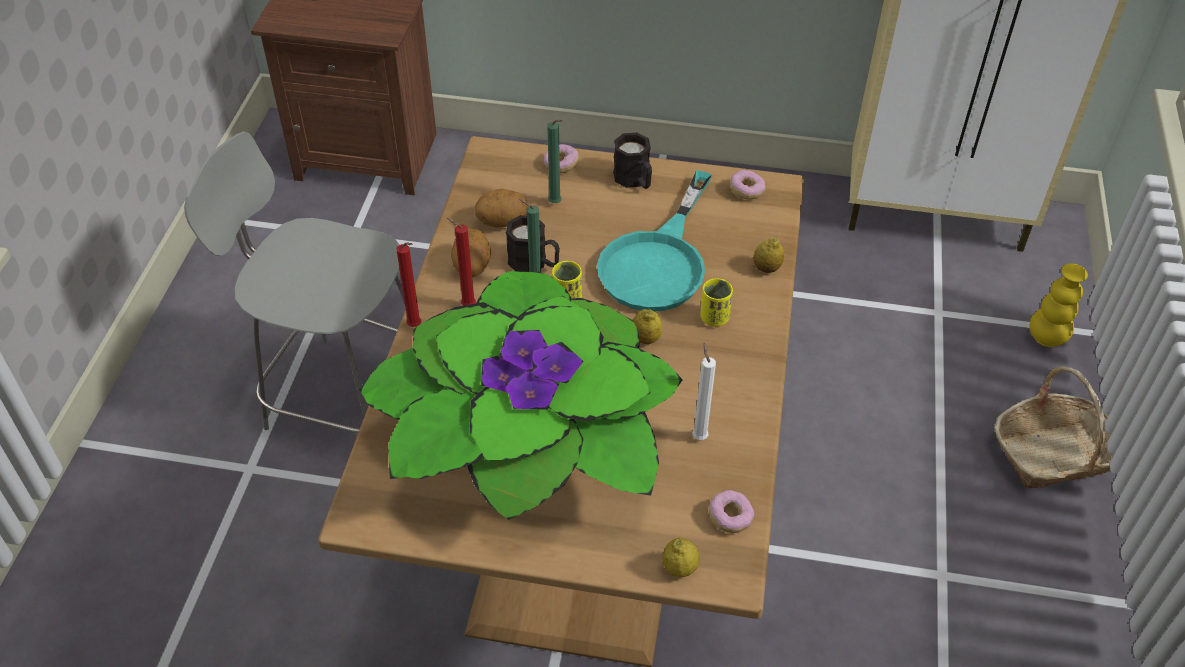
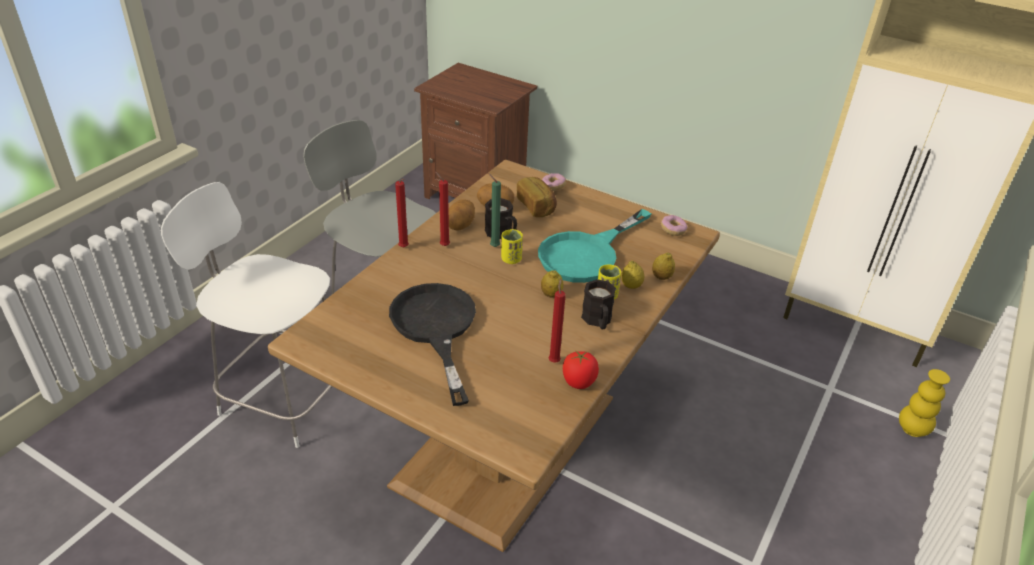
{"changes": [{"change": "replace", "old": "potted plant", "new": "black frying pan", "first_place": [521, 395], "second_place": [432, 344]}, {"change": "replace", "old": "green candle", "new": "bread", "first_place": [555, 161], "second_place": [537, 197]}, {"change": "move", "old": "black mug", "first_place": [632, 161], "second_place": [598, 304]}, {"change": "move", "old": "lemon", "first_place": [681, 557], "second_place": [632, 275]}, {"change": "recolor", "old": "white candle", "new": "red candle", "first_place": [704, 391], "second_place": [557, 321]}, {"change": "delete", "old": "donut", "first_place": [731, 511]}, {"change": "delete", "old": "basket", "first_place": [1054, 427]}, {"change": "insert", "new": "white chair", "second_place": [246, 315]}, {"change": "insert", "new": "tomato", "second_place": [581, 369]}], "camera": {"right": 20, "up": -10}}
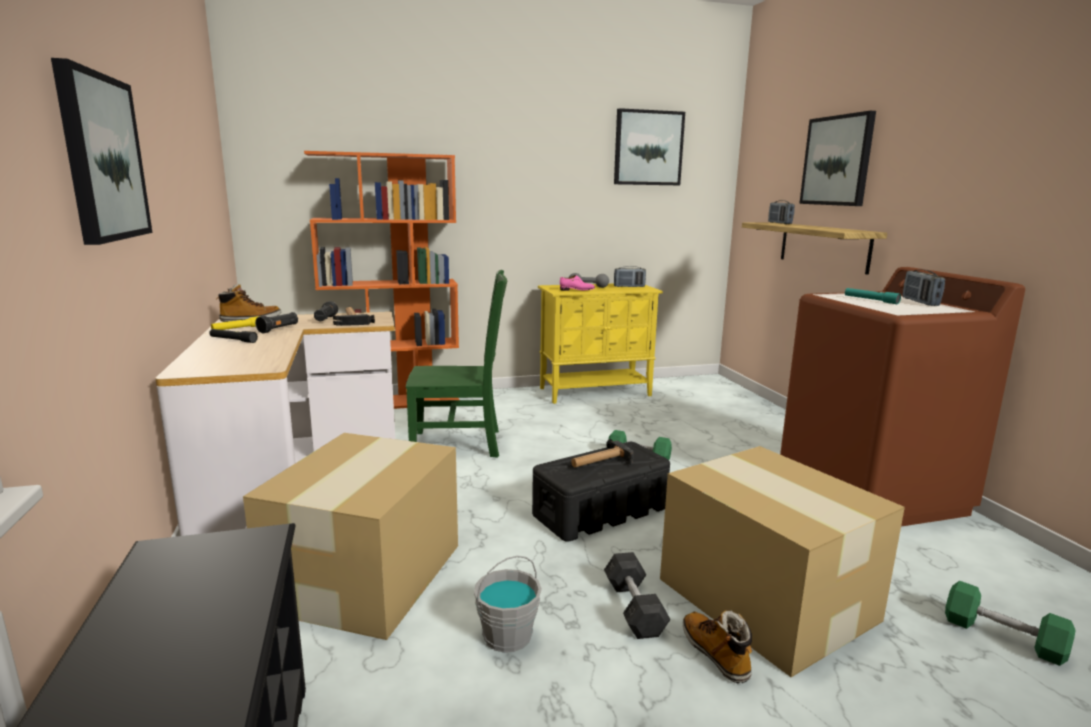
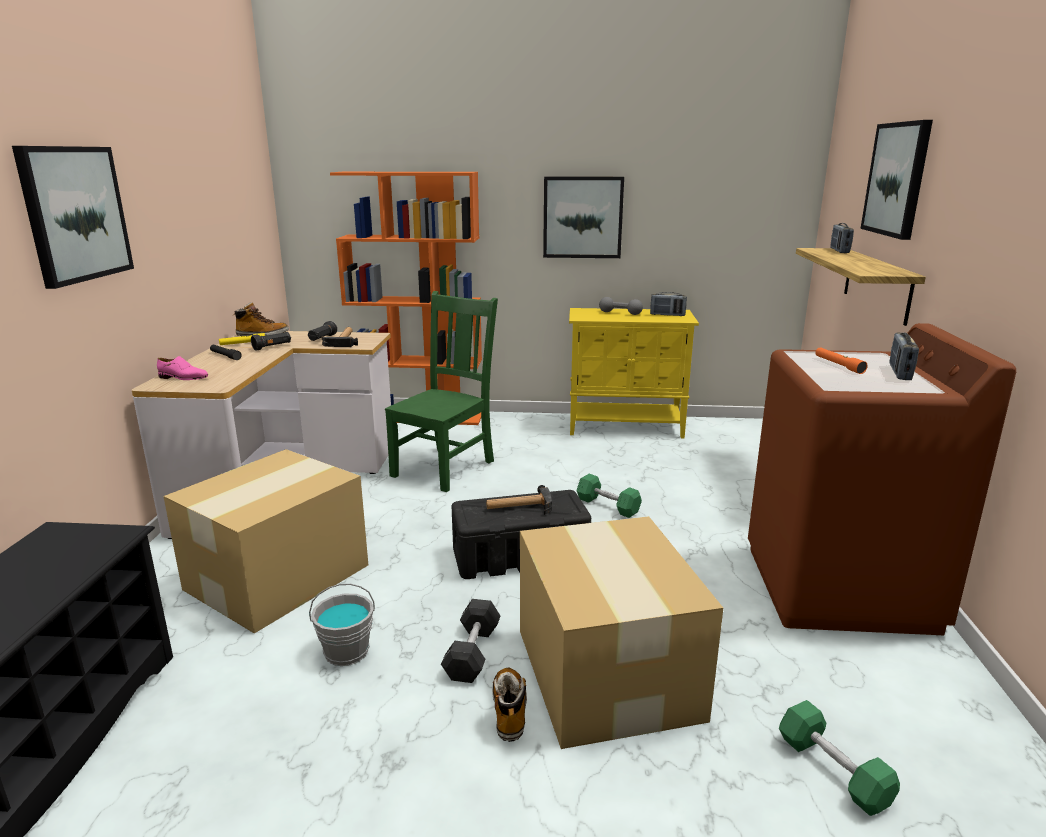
{"changes": [{"change": "rotate", "old": "green chair", "first_place": [456, 364], "second_place": [441, 391], "degrees": -75}, {"change": "move", "old": "pink shoe", "first_place": [577, 283], "second_place": [182, 368]}, {"change": "move", "old": "picture", "first_place": [649, 146], "second_place": [583, 217]}, {"change": "recolor", "old": "turquoise flashlight", "new": "orange flashlight", "first_place": [873, 296], "second_place": [841, 360]}], "camera": {"right": 20, "up": 5}}
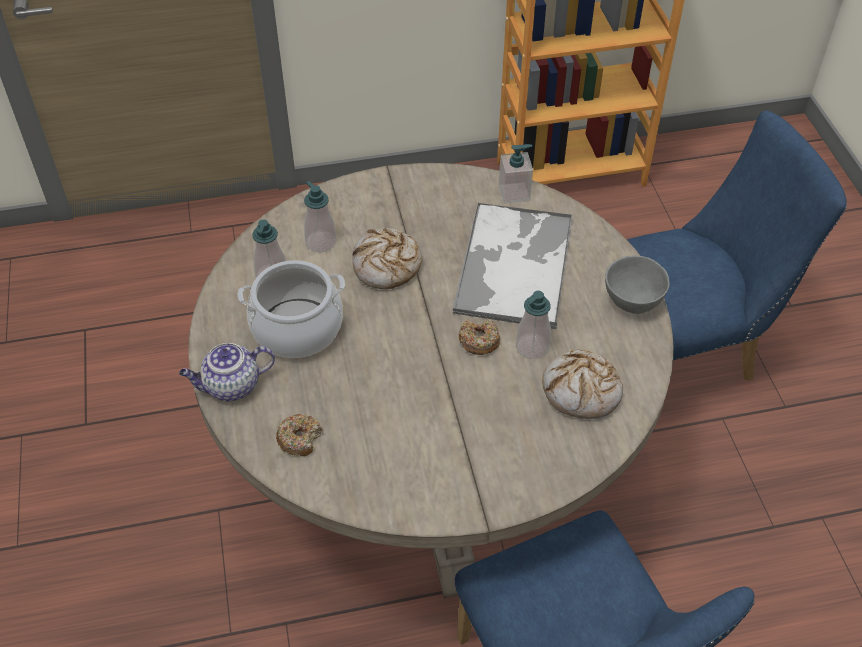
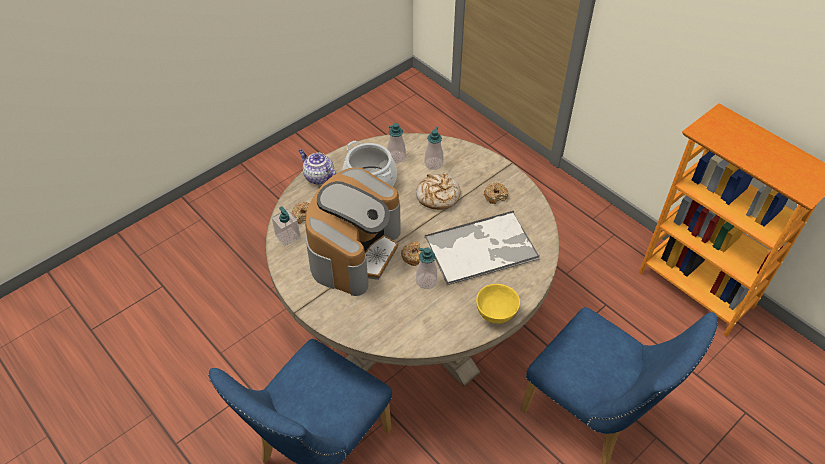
{"changes": [{"change": "move", "old": "soap dispenser", "first_place": [516, 173], "second_place": [286, 226]}, {"change": "delete", "old": "bread", "first_place": [582, 384]}, {"change": "recolor", "old": "grey bowl", "new": "yellow bowl", "first_place": [637, 285], "second_place": [498, 304]}, {"change": "insert", "new": "coffee machine", "second_place": [353, 231]}, {"change": "insert", "new": "donut", "second_place": [496, 193]}], "camera": {"right": 60, "up": 0}}
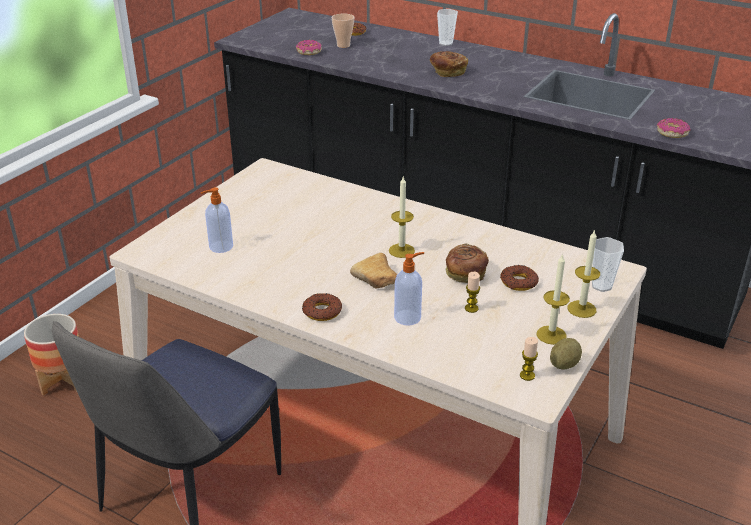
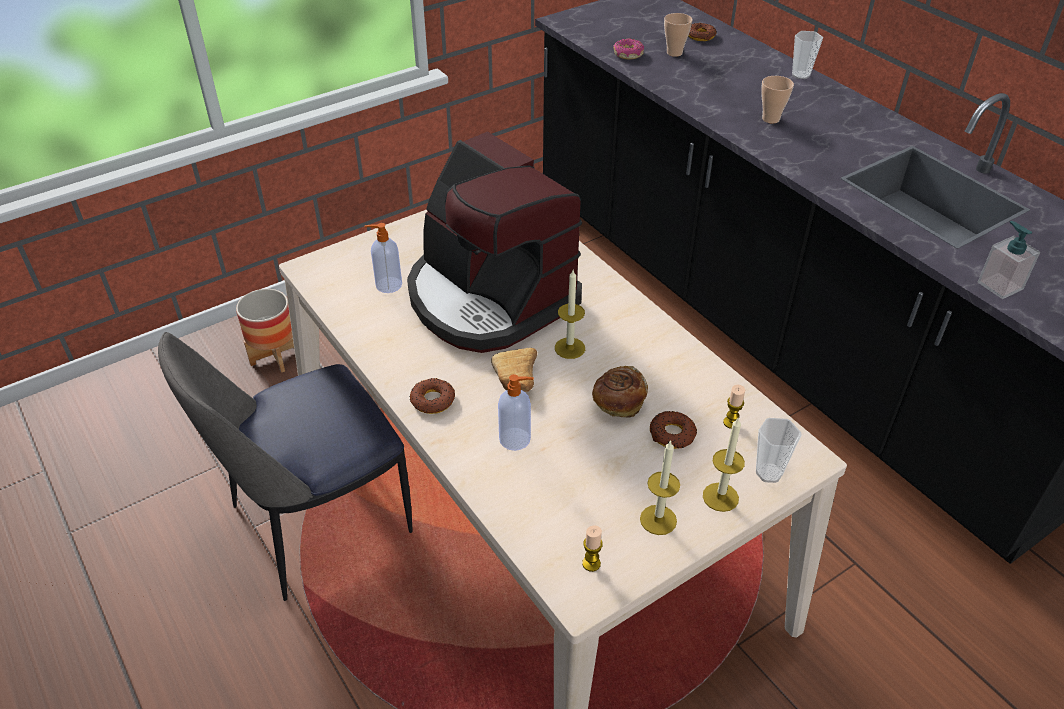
{"changes": [{"change": "replace", "old": "bread", "new": "cup", "first_place": [449, 64], "second_place": [777, 100]}, {"change": "move", "old": "candle", "first_place": [472, 292], "second_place": [734, 407]}, {"change": "delete", "old": "potato", "first_place": [566, 354]}, {"change": "replace", "old": "donut", "new": "soap dispenser", "first_place": [673, 128], "second_place": [1009, 260]}, {"change": "insert", "new": "coffee machine", "second_place": [494, 242]}], "camera": {"right": 25, "up": 10}}
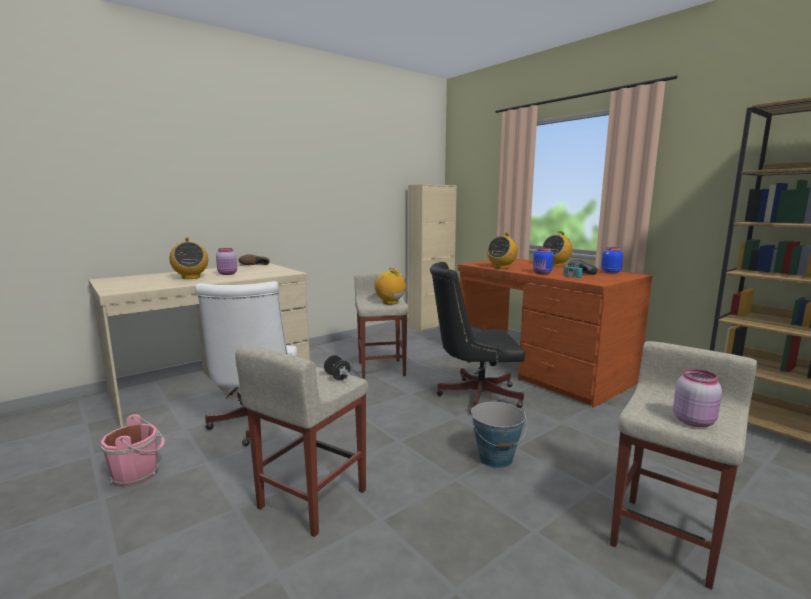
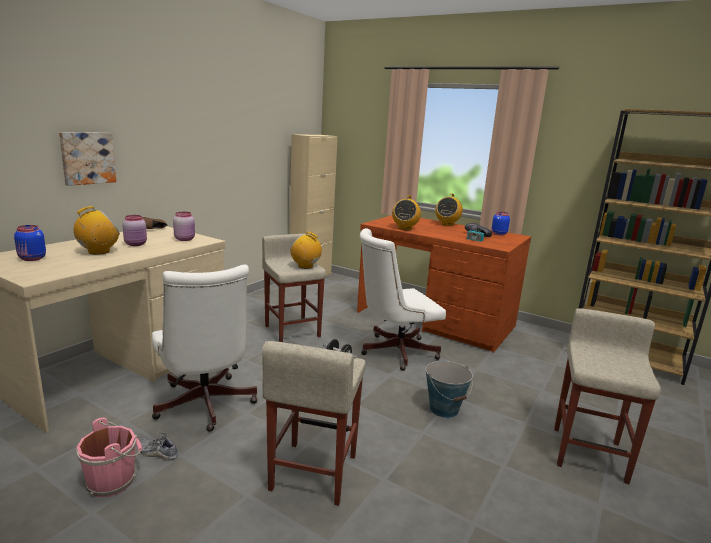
{"changes": [{"change": "rotate", "old": "radio", "first_place": [188, 258], "second_place": [97, 230], "degrees": -90}, {"change": "recolor", "old": "black office chair", "new": "white office chair", "first_place": [477, 338], "second_place": [403, 299]}, {"change": "move", "old": "blue jar", "first_place": [543, 261], "second_place": [30, 243]}, {"change": "move", "old": "pink jar", "first_place": [697, 398], "second_place": [184, 226]}, {"change": "insert", "new": "picture", "second_place": [87, 159]}, {"change": "insert", "new": "shoe", "second_place": [159, 447]}], "camera": {"right": -20, "up": 5}}
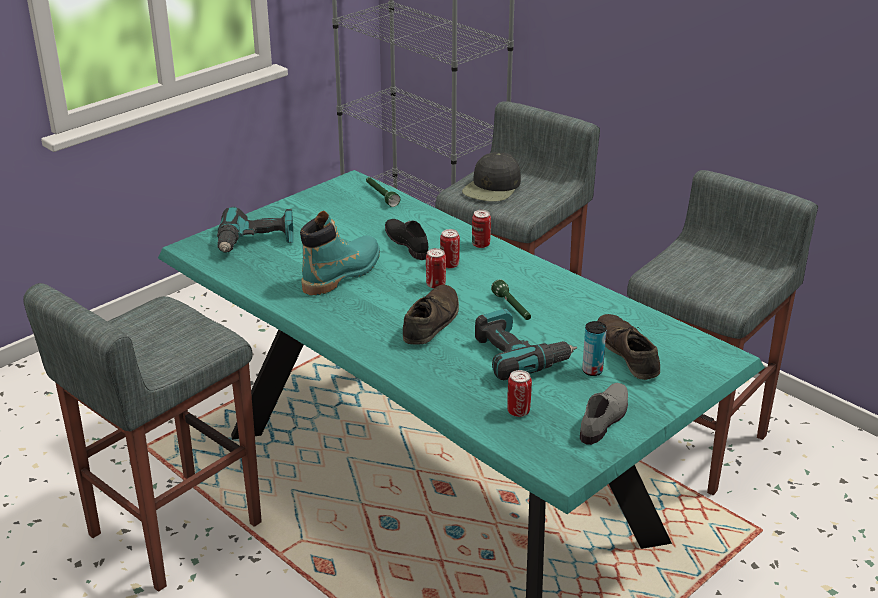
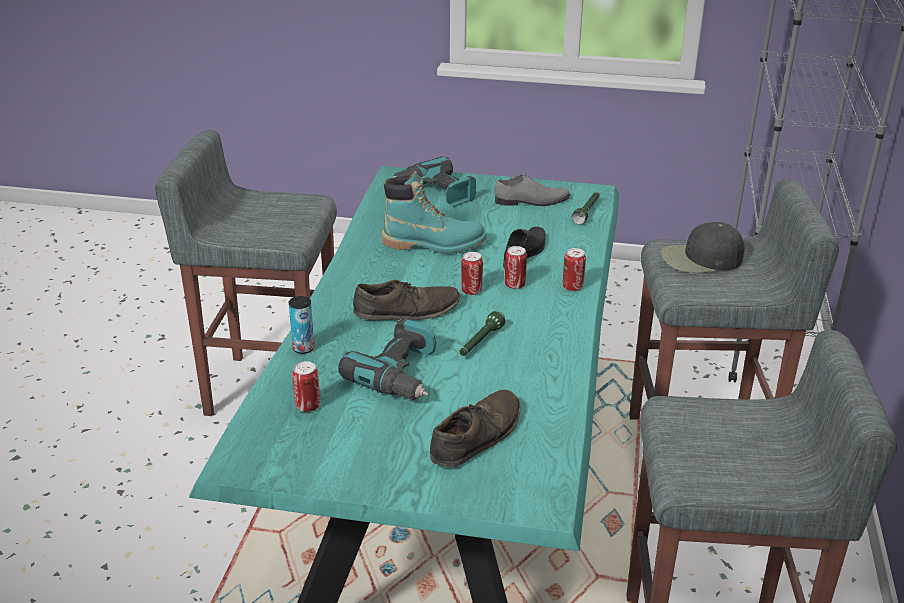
{"changes": [{"change": "move", "old": "grey shoe", "first_place": [604, 414], "second_place": [532, 190]}, {"change": "move", "old": "can", "first_place": [594, 348], "second_place": [301, 325]}], "camera": {"right": 55, "up": 0}}
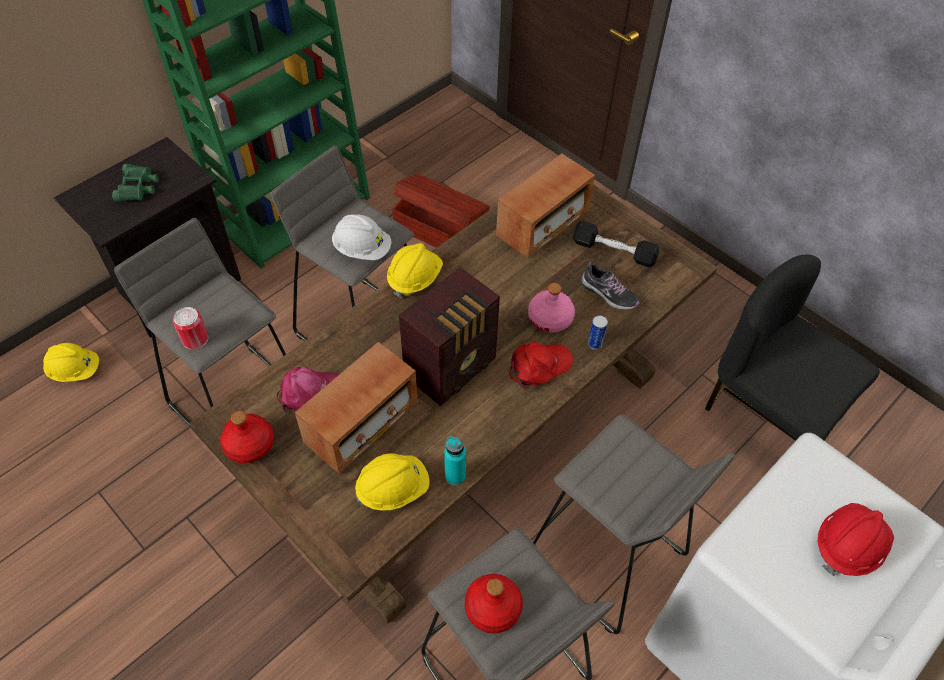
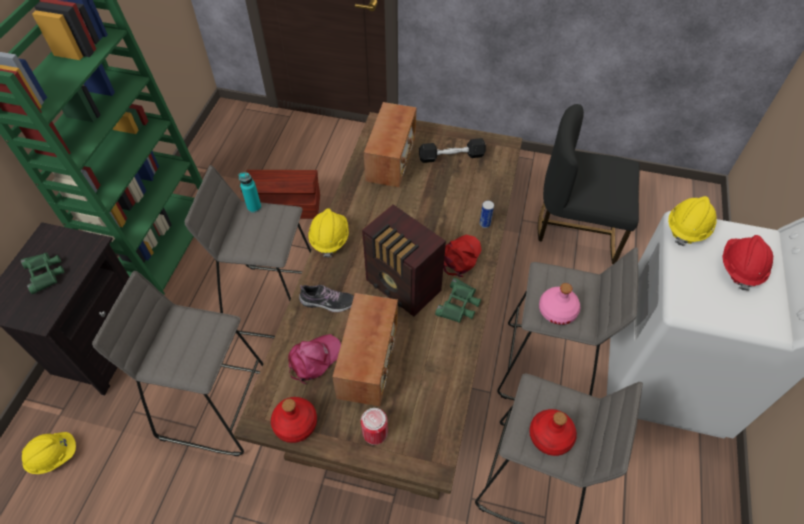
{"changes": [{"change": "move", "old": "can", "first_place": [190, 328], "second_place": [374, 426]}, {"change": "delete", "old": "white hard hat", "first_place": [361, 237]}, {"change": "move", "old": "yellow hard hat", "first_place": [392, 482], "second_place": [692, 221]}, {"change": "rotate", "old": "radio", "first_place": [449, 336], "second_place": [404, 261], "degrees": 120}, {"change": "move", "old": "turquoise bottle", "first_place": [455, 461], "second_place": [250, 192]}, {"change": "move", "old": "pink bottle", "first_place": [551, 308], "second_place": [559, 304]}, {"change": "move", "old": "shoe", "first_place": [610, 285], "second_place": [326, 298]}, {"change": "insert", "new": "green binoculars", "second_place": [458, 300]}], "camera": {"right": -30, "up": 0}}
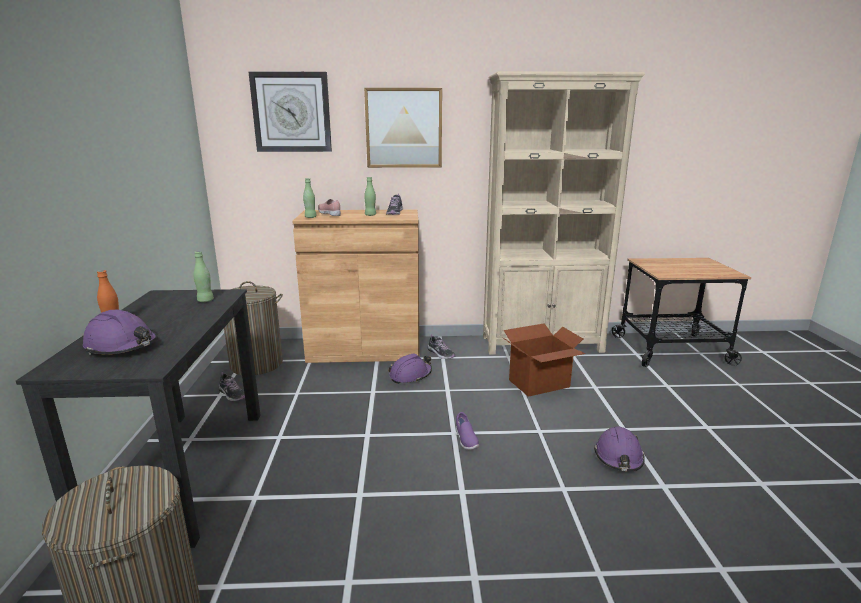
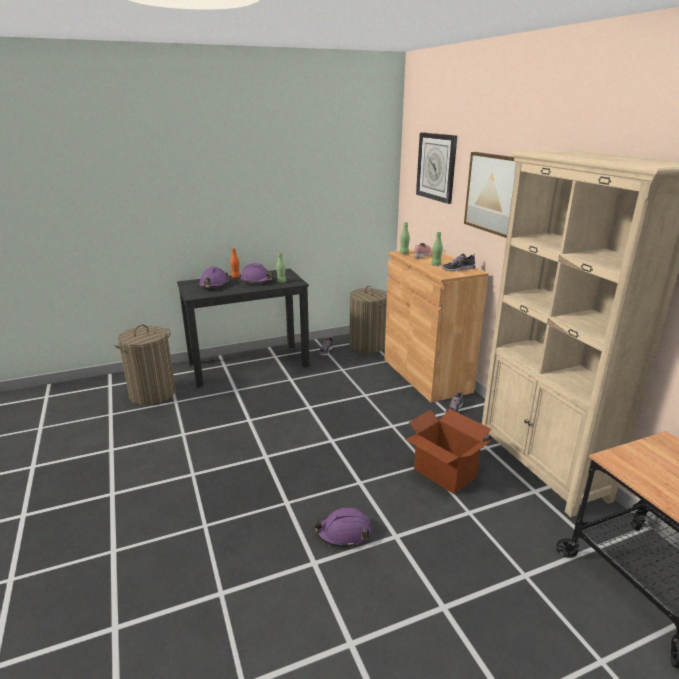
{"changes": [{"change": "move", "old": "purple hard hat", "first_place": [410, 368], "second_place": [257, 273]}, {"change": "delete", "old": "purple shoe", "first_place": [467, 431]}], "camera": {"right": 70, "up": 5}}
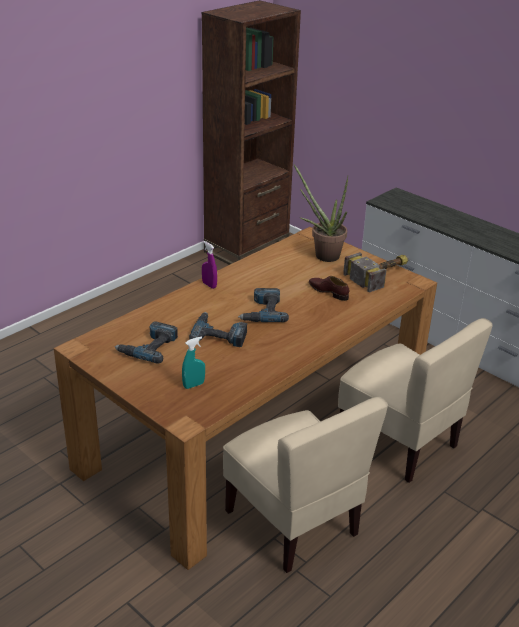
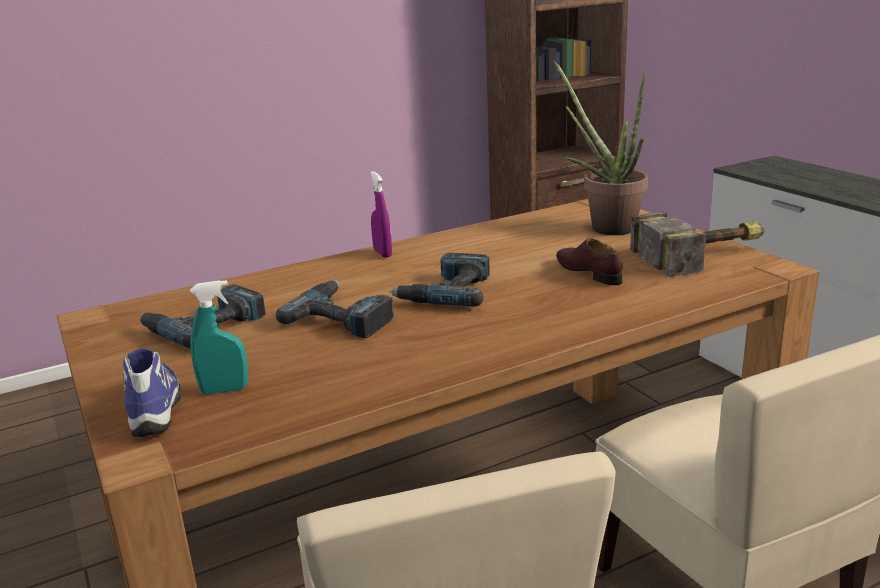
{"changes": [{"change": "insert", "new": "shoe", "second_place": [152, 392]}], "camera": {"right": 20, "up": -10}}
